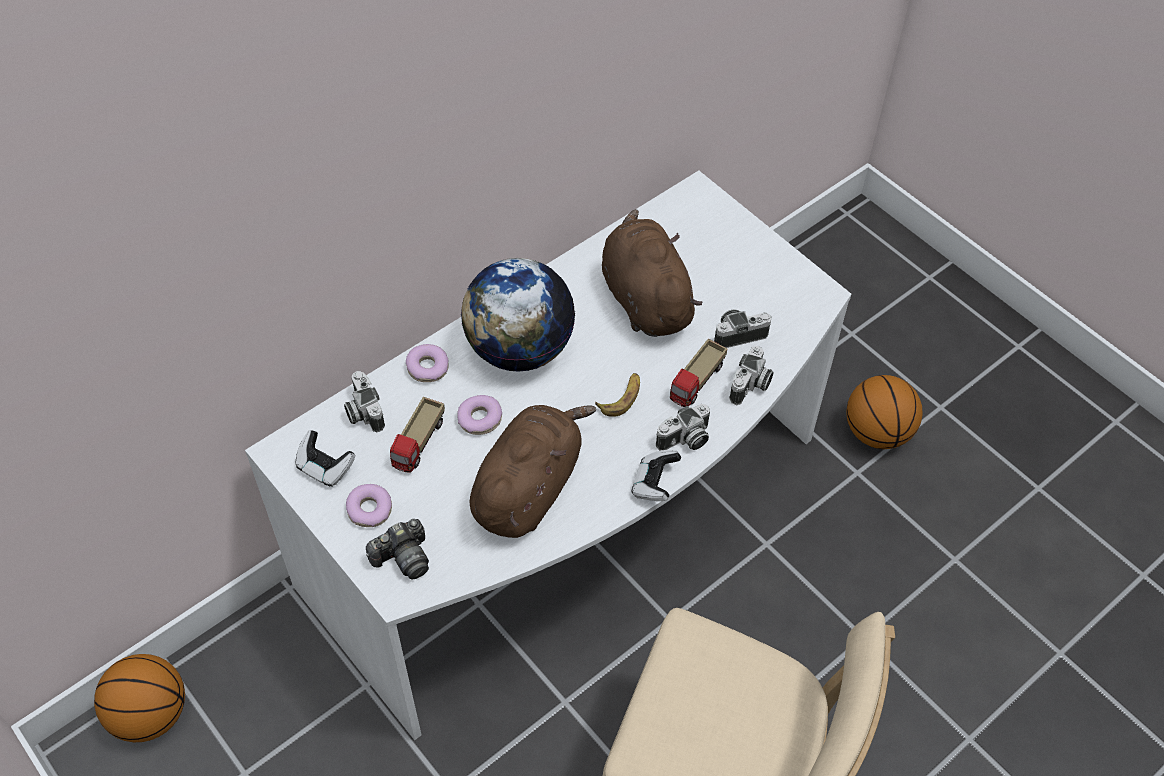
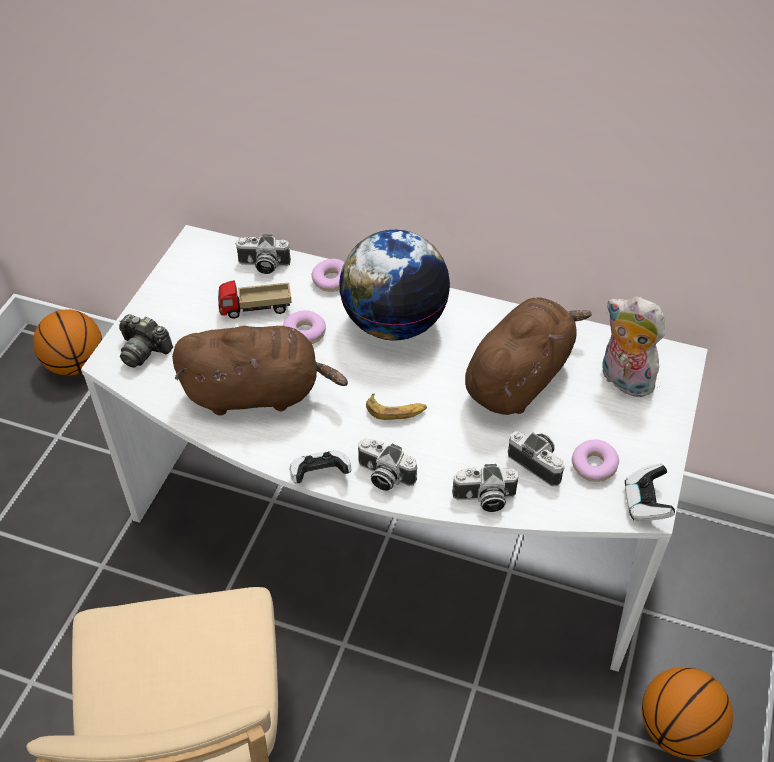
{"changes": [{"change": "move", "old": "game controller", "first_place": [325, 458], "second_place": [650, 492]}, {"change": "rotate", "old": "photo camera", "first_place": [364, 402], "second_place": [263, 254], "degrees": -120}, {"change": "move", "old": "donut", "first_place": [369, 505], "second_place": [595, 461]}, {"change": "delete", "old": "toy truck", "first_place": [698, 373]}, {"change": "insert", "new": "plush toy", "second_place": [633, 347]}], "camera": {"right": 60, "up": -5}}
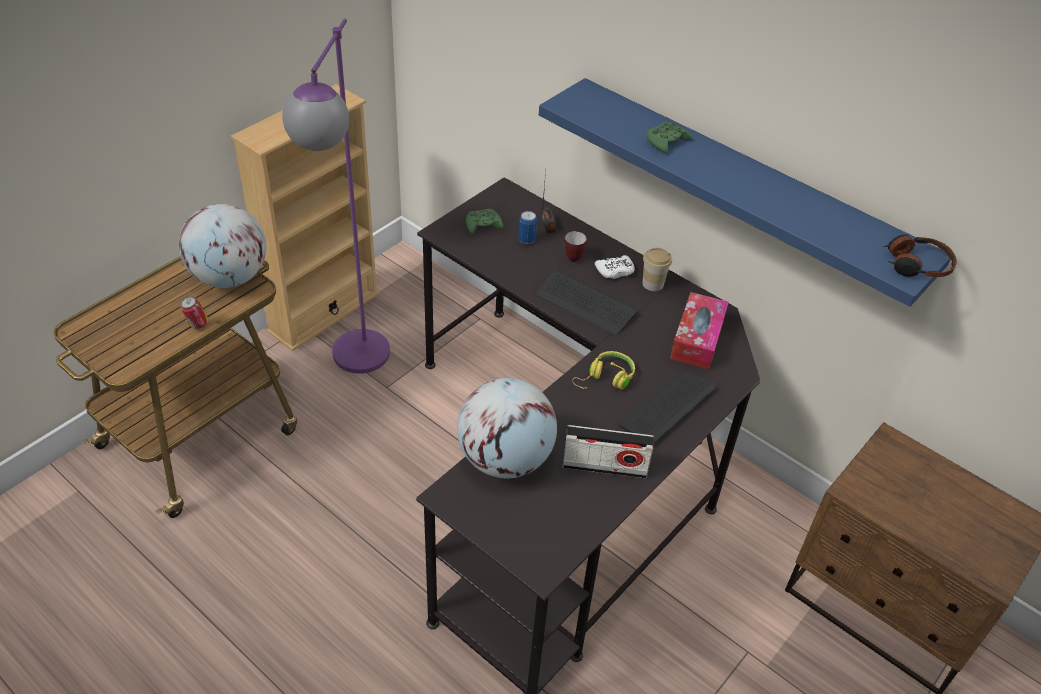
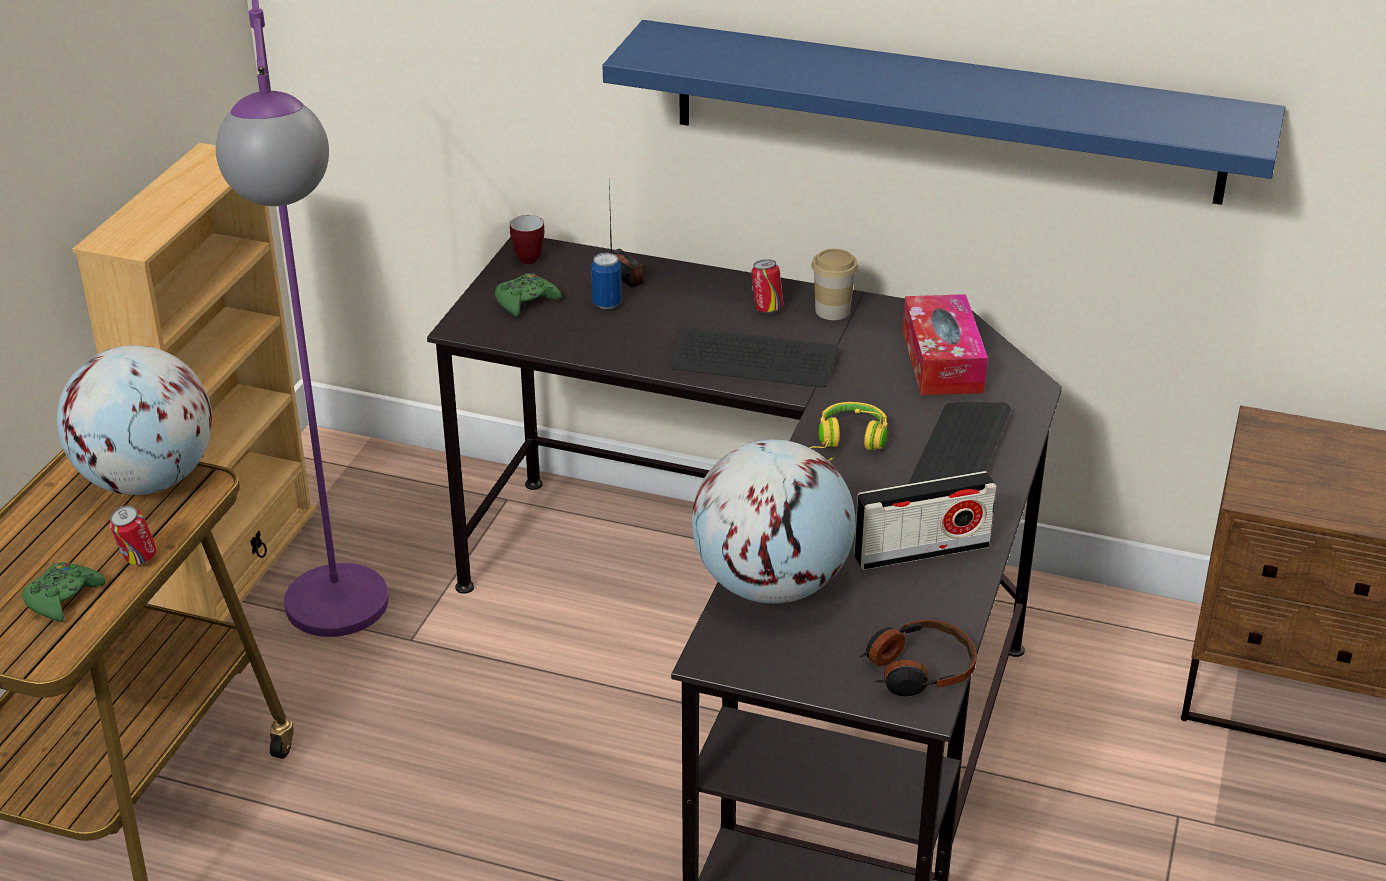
{"changes": [{"change": "move", "old": "mug", "first_place": [575, 246], "second_place": [527, 239]}, {"change": "replace", "old": "white game controller", "new": "can", "first_place": [615, 267], "second_place": [767, 286]}, {"change": "move", "old": "green game controller", "first_place": [669, 137], "second_place": [64, 592]}, {"change": "move", "old": "headphones", "first_place": [920, 256], "second_place": [918, 658]}], "camera": {"right": -20, "up": -10}}
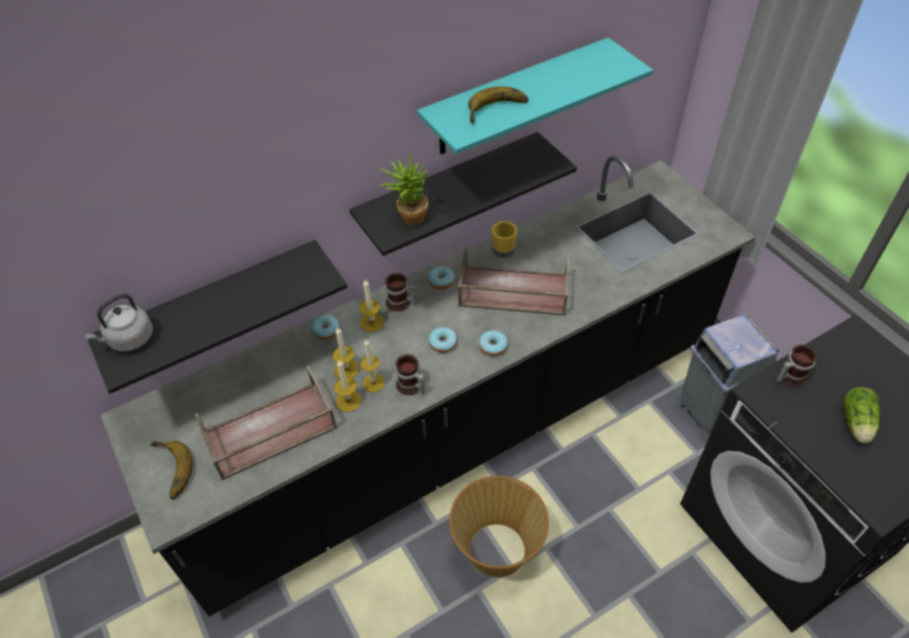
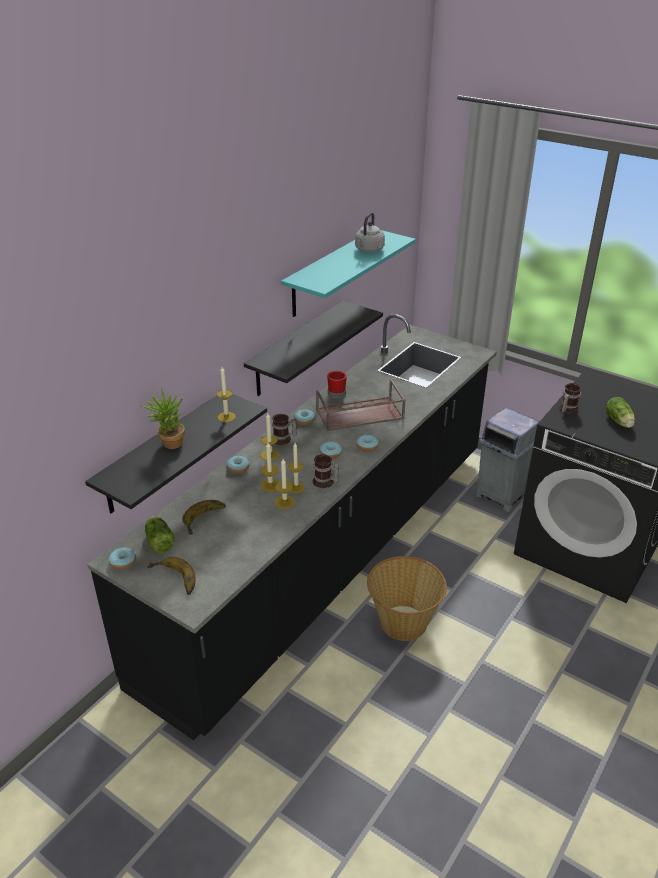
{"changes": [{"change": "move", "old": "grey kettle", "first_place": [118, 323], "second_place": [370, 232]}, {"change": "delete", "old": "brown tray", "first_place": [266, 423]}, {"change": "move", "old": "potted plant", "first_place": [404, 189], "second_place": [162, 418]}, {"change": "move", "old": "banana", "first_place": [498, 104], "second_place": [204, 517]}, {"change": "recolor", "old": "yellow mug", "new": "red mug", "first_place": [504, 239], "second_place": [337, 384]}, {"change": "insert", "new": "donut", "second_place": [122, 558]}, {"change": "insert", "new": "lettuce", "second_place": [160, 534]}, {"change": "insert", "new": "candle", "second_place": [226, 394]}], "camera": {"right": -25, "up": -15}}
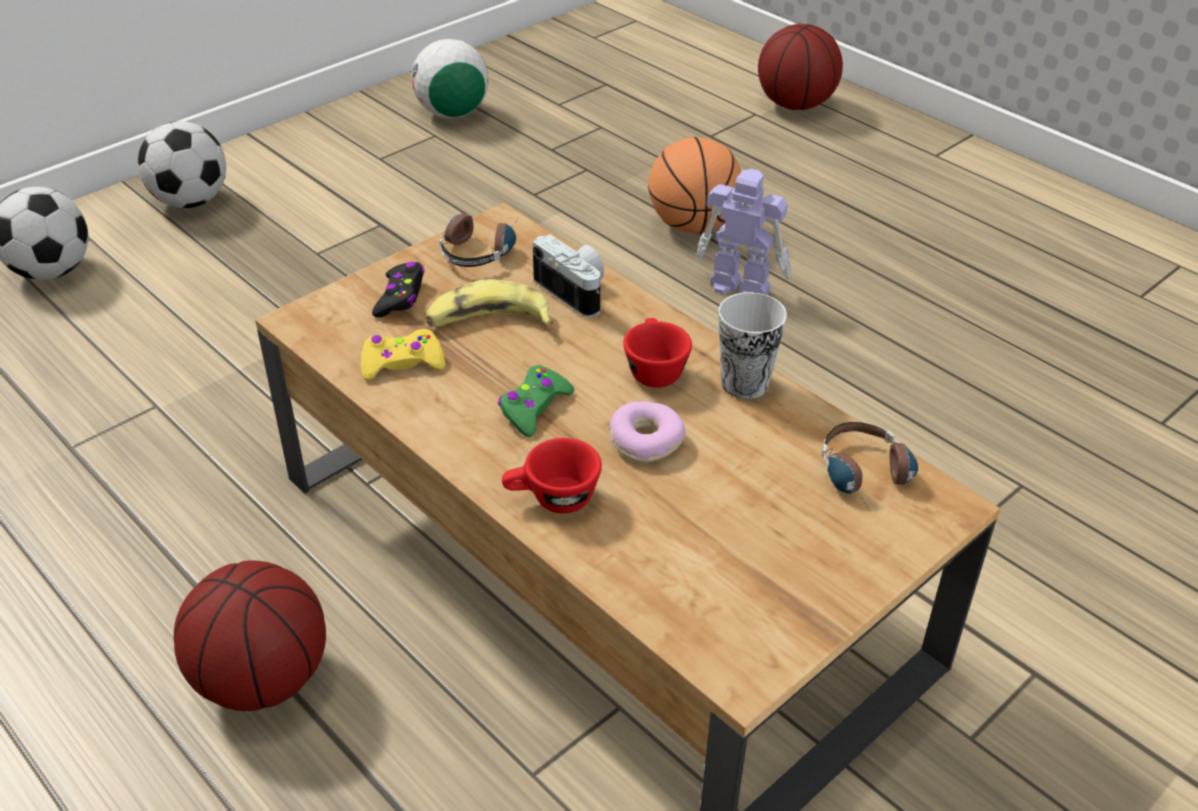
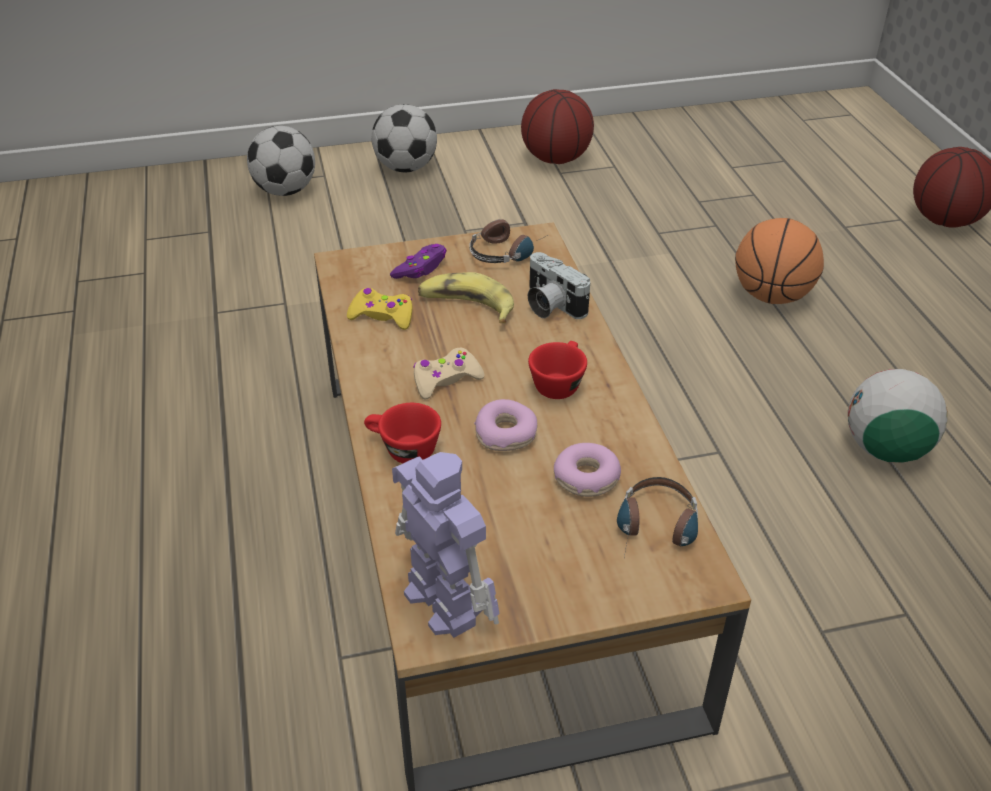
{"changes": [{"change": "move", "old": "basketball", "first_place": [250, 636], "second_place": [557, 126]}, {"change": "recolor", "old": "black game controller", "new": "purple game controller", "first_place": [398, 289], "second_place": [418, 261]}, {"change": "move", "old": "football", "first_place": [450, 78], "second_place": [897, 416]}, {"change": "recolor", "old": "green game controller", "new": "beige game controller", "first_place": [536, 401], "second_place": [449, 373]}, {"change": "rotate", "old": "photo camera", "first_place": [568, 275], "second_place": [559, 285], "degrees": 150}, {"change": "move", "old": "toy robot", "first_place": [743, 232], "second_place": [445, 545]}, {"change": "delete", "old": "cup", "first_place": [753, 345]}, {"change": "insert", "new": "donut", "second_place": [587, 470]}], "camera": {"right": 30, "up": 0}}
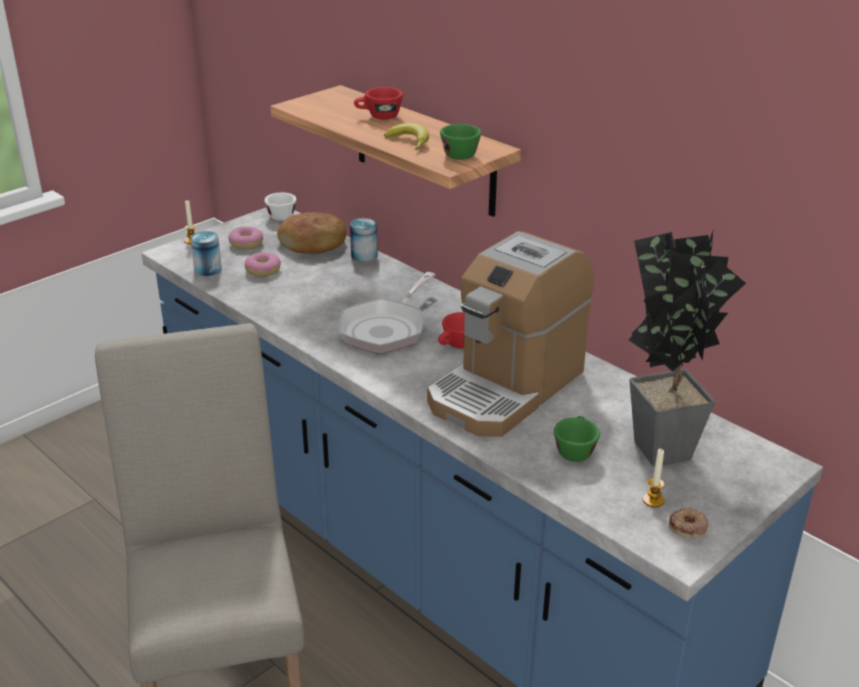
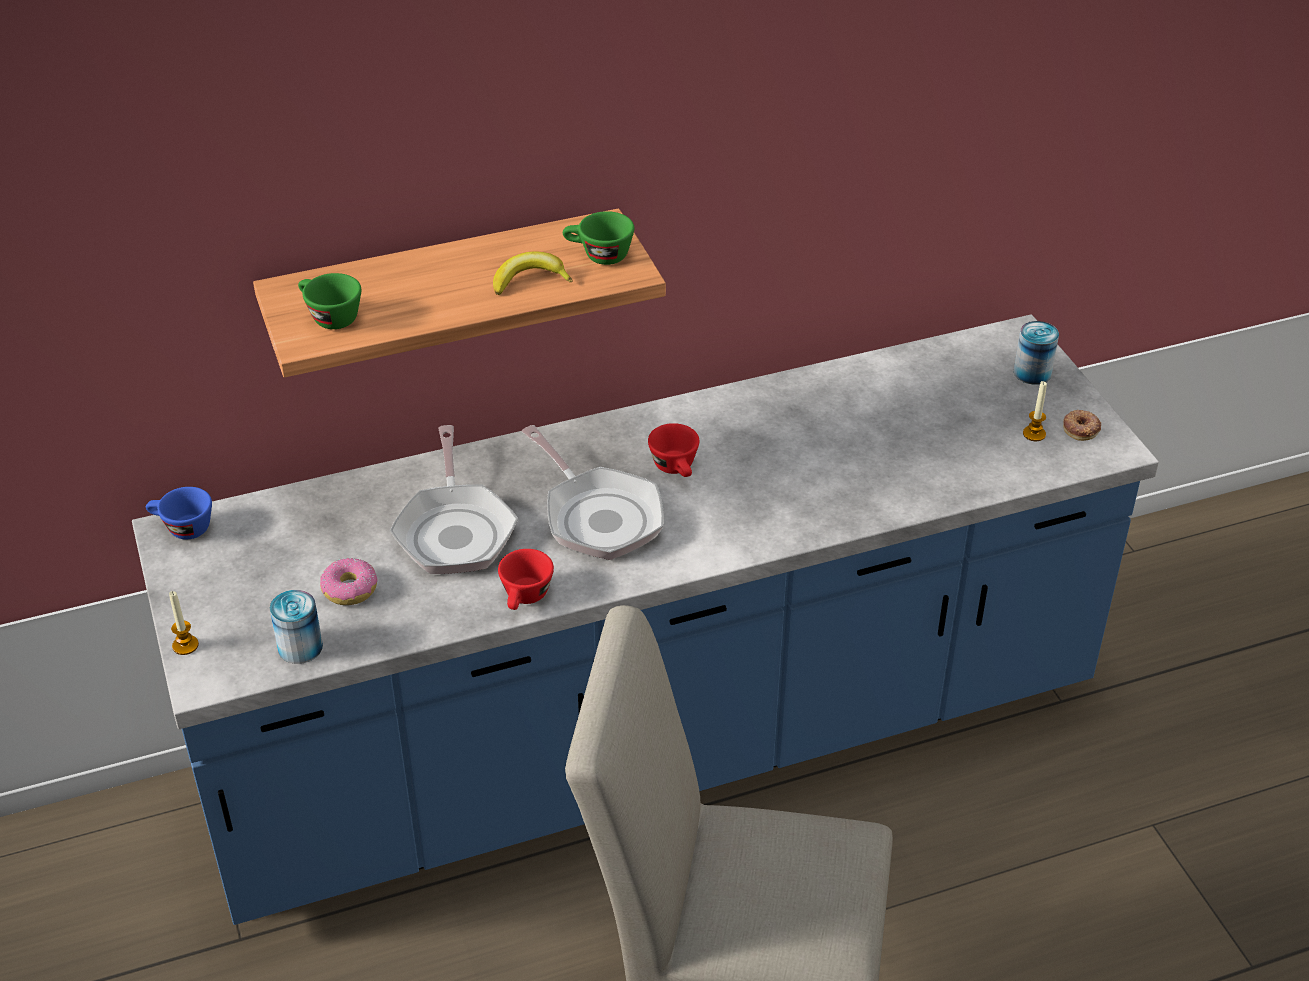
{"changes": [{"change": "delete", "old": "donut", "first_place": [245, 237]}, {"change": "recolor", "old": "white cup", "new": "blue cup", "first_place": [280, 206], "second_place": [179, 513]}, {"change": "delete", "old": "bread", "first_place": [311, 233]}, {"change": "move", "old": "can", "first_place": [364, 240], "second_place": [1036, 353]}, {"change": "move", "old": "red cup", "first_place": [378, 103], "second_place": [526, 579]}, {"change": "delete", "old": "coffee machine", "first_place": [511, 334]}, {"change": "move", "old": "green cup", "first_place": [577, 439], "second_place": [329, 301]}, {"change": "delete", "old": "potted plant", "first_place": [687, 348]}, {"change": "insert", "new": "frying pan", "second_place": [454, 499]}], "camera": {"right": -65, "up": 10}}
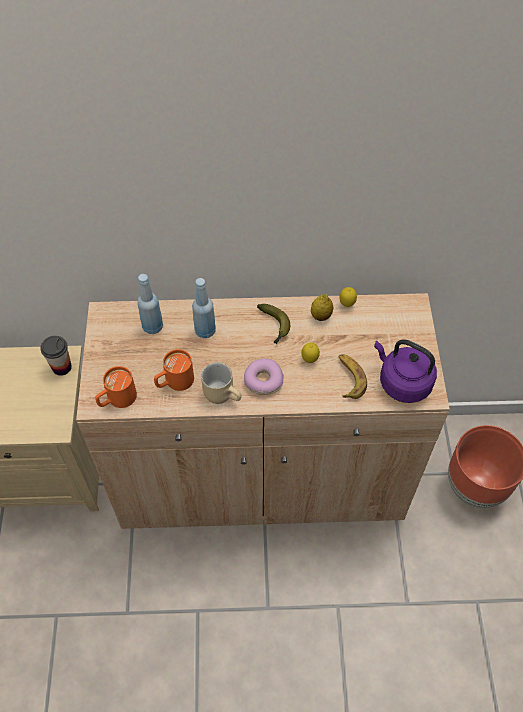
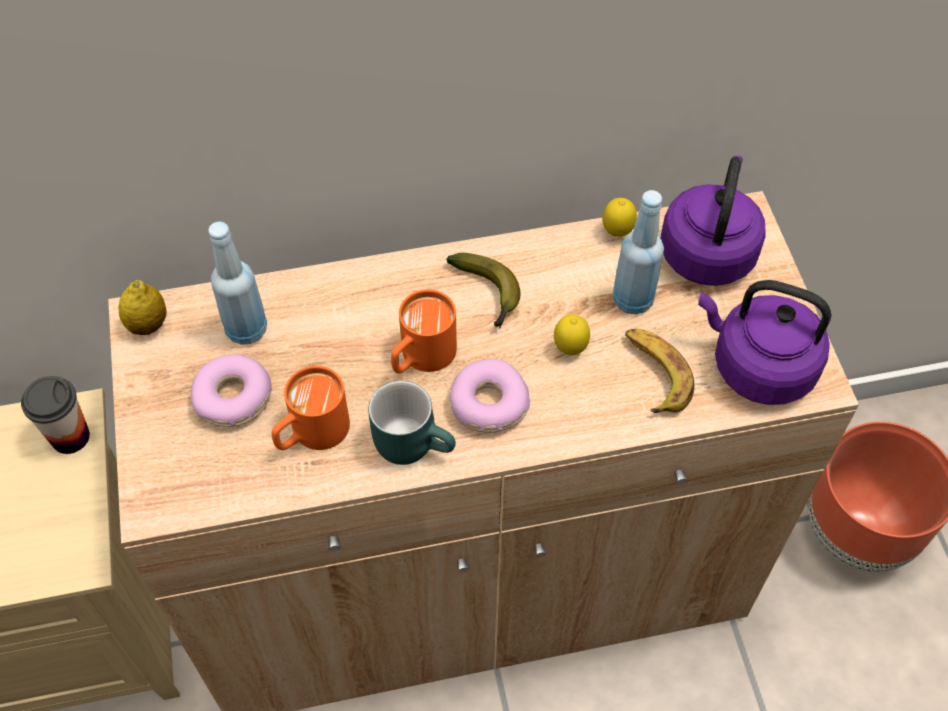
{"changes": [{"change": "move", "old": "orange mug", "first_place": [116, 387], "second_place": [424, 331]}, {"change": "move", "old": "blue bottle", "first_place": [204, 308], "second_place": [638, 252]}, {"change": "recolor", "old": "beige mug", "new": "turquoise mug", "first_place": [221, 383], "second_place": [412, 423]}, {"change": "move", "old": "lemon", "first_place": [322, 307], "second_place": [142, 307]}, {"change": "insert", "new": "donut", "second_place": [231, 390]}, {"change": "insert", "new": "purple kettle", "second_place": [713, 220]}], "camera": {"right": -10, "up": 0}}
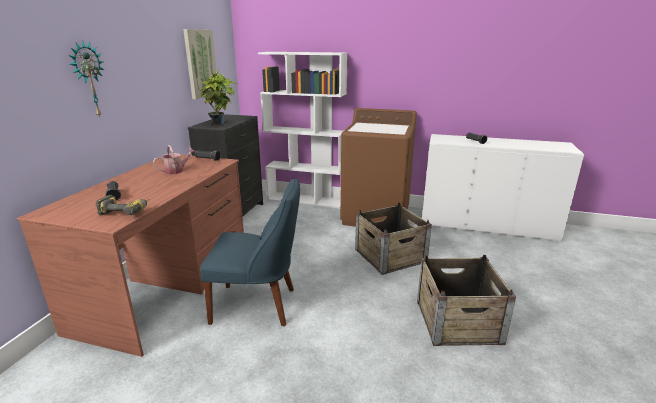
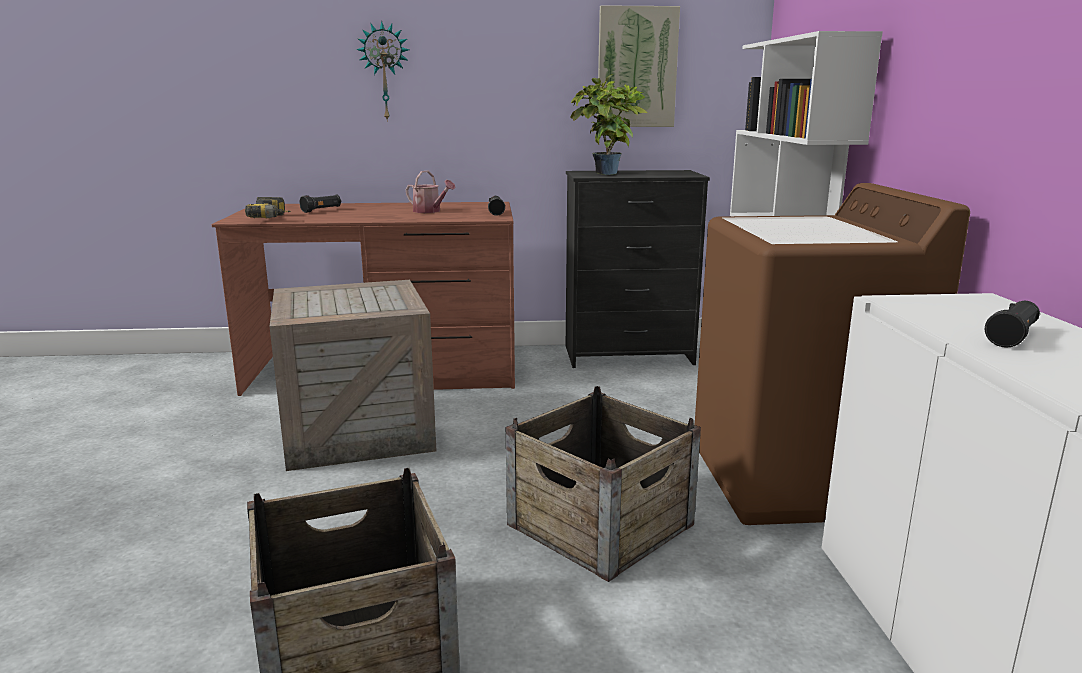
{"changes": [{"change": "replace", "old": "blue chair", "new": "crate", "first_place": [250, 252], "second_place": [352, 375]}], "camera": {"right": 70, "up": -5}}
